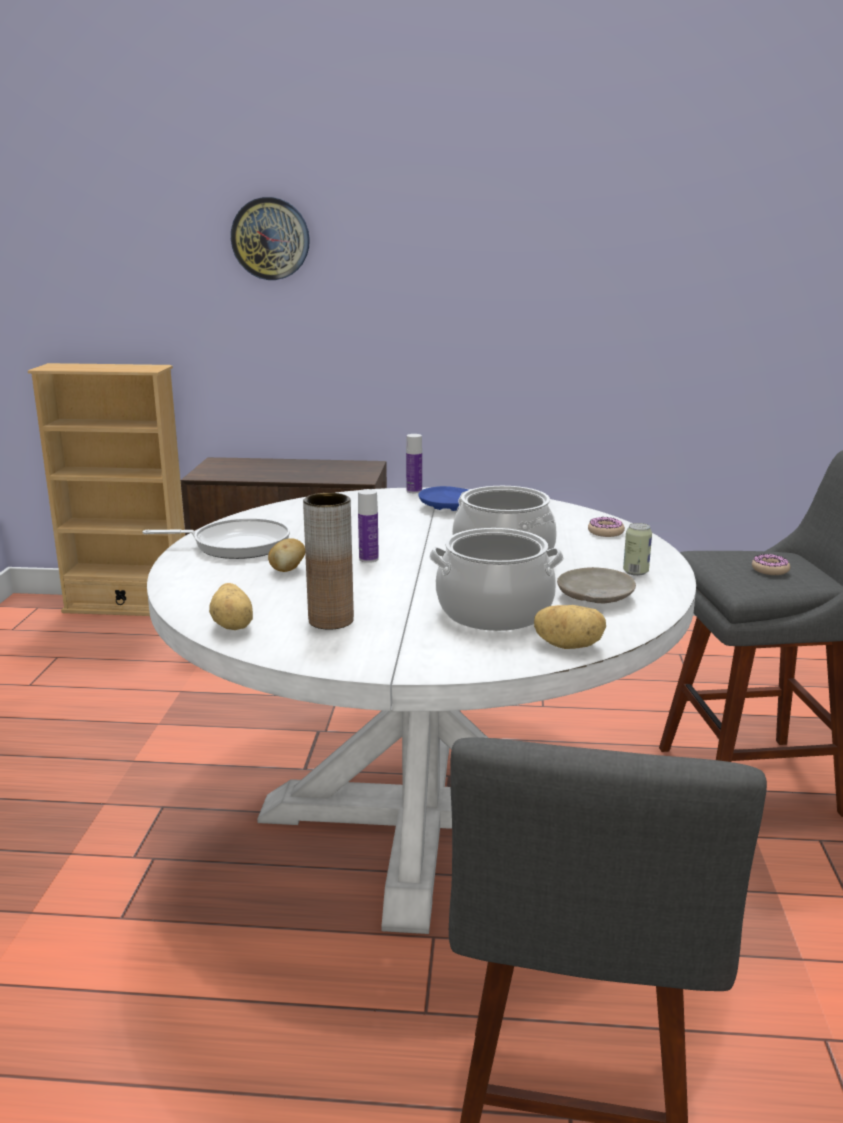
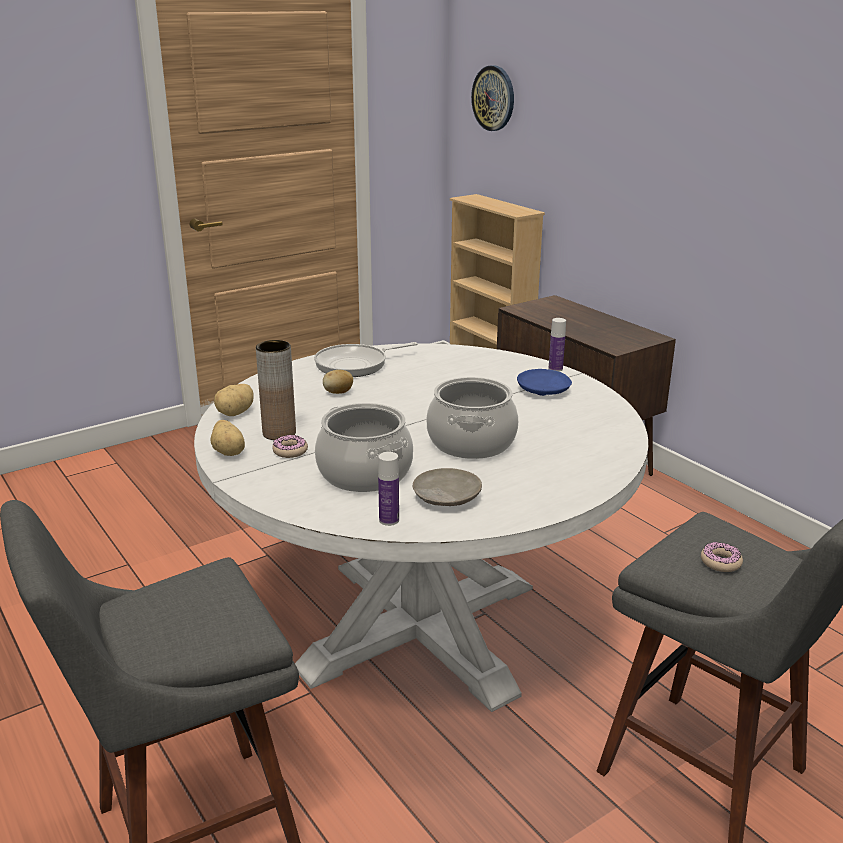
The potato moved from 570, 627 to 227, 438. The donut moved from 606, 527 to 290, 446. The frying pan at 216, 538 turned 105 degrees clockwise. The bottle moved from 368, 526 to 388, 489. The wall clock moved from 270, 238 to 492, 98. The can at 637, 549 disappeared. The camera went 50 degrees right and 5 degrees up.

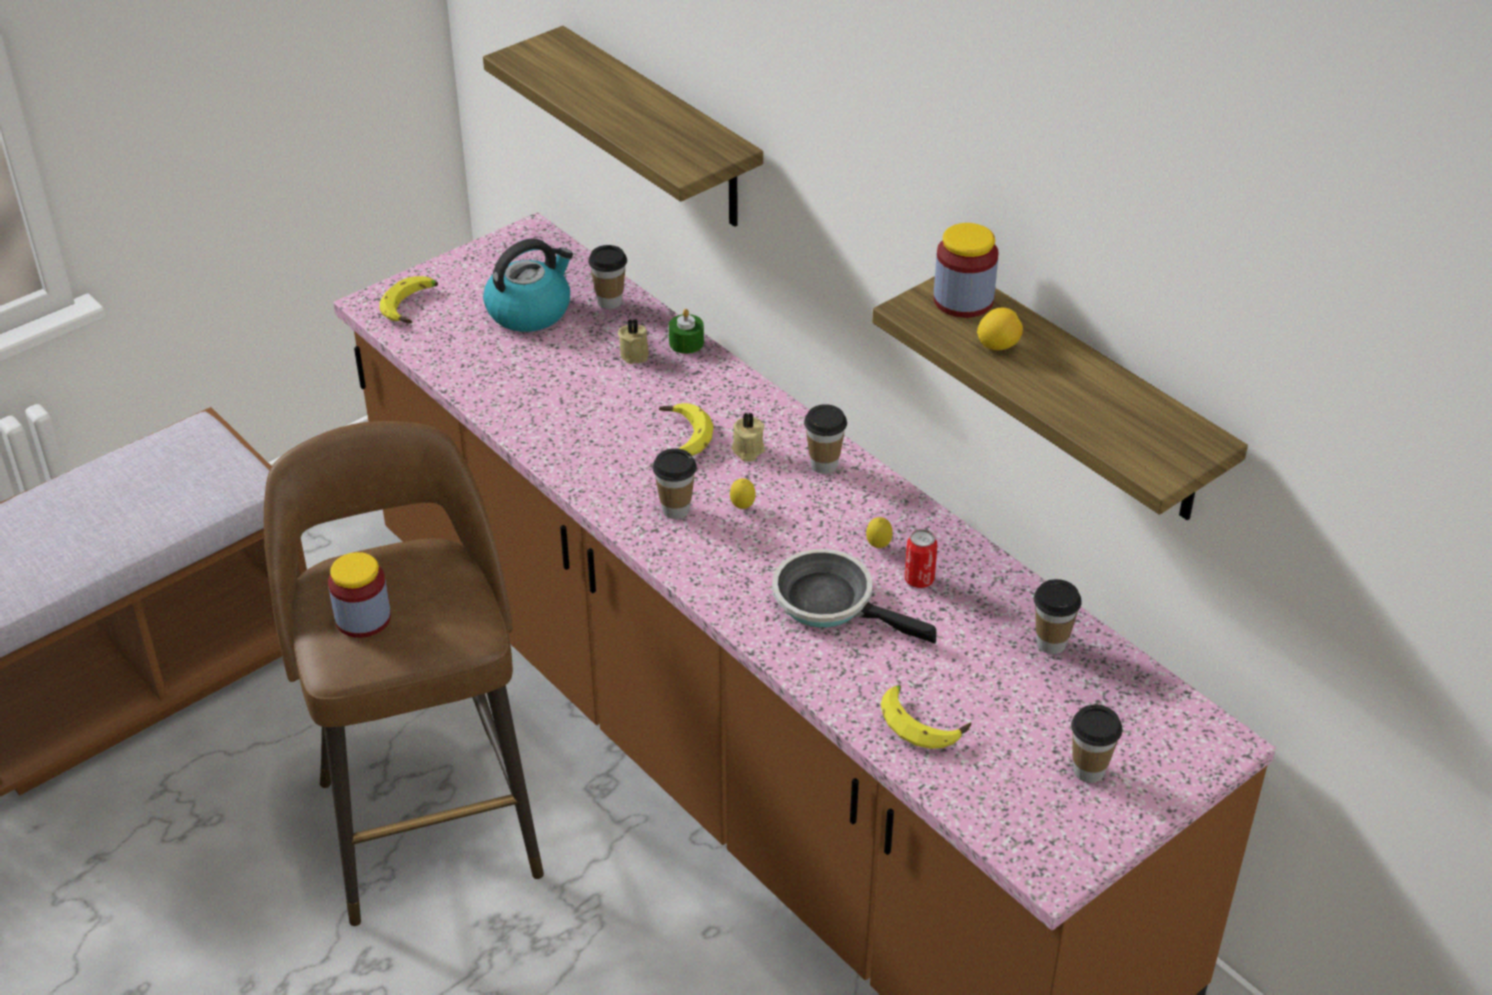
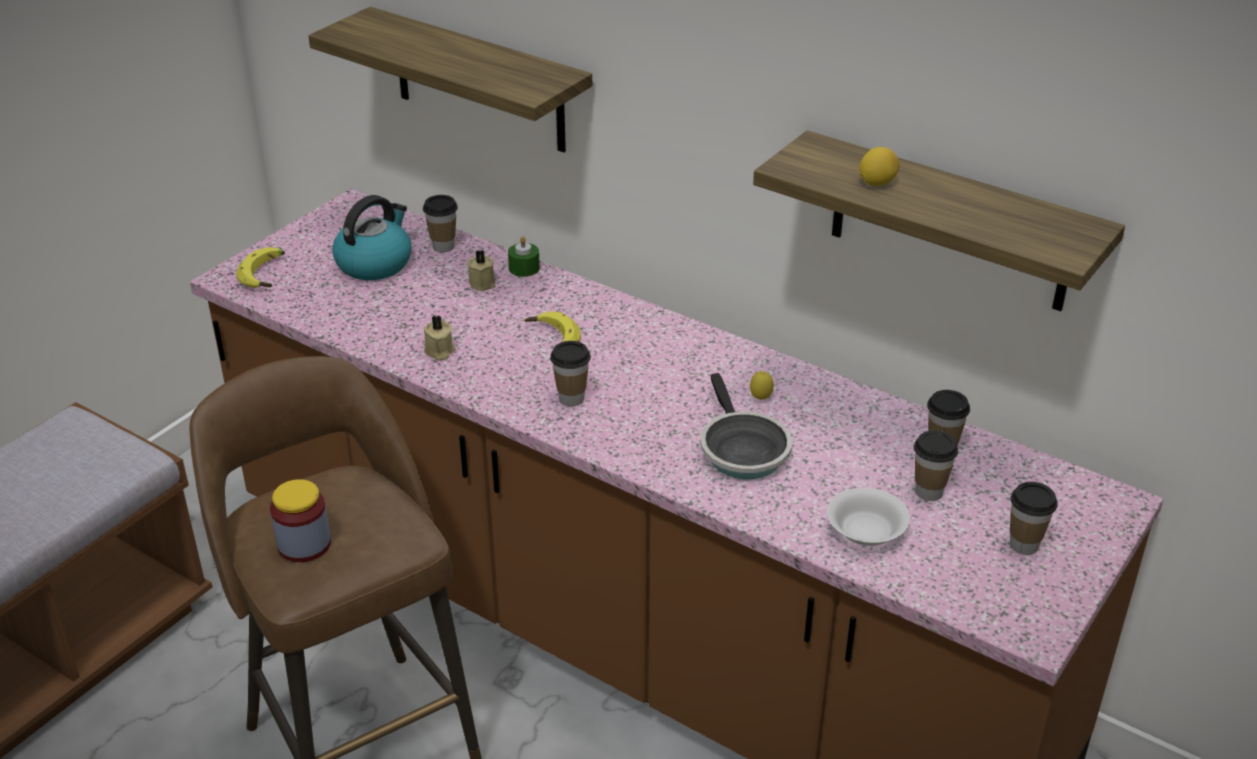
The beige candle moved from 748, 437 to 439, 338. The frying pan at 854, 596 turned 120 degrees counterclockwise. The banana at 926, 717 was replaced by the white bowl at 868, 517. The cup moved from 825, 439 to 936, 465. The lemon at 743, 493 disappeared. The can at 921, 558 disappeared. The jar at 966, 270 disappeared. The camera went 15 degrees left and 5 degrees down.

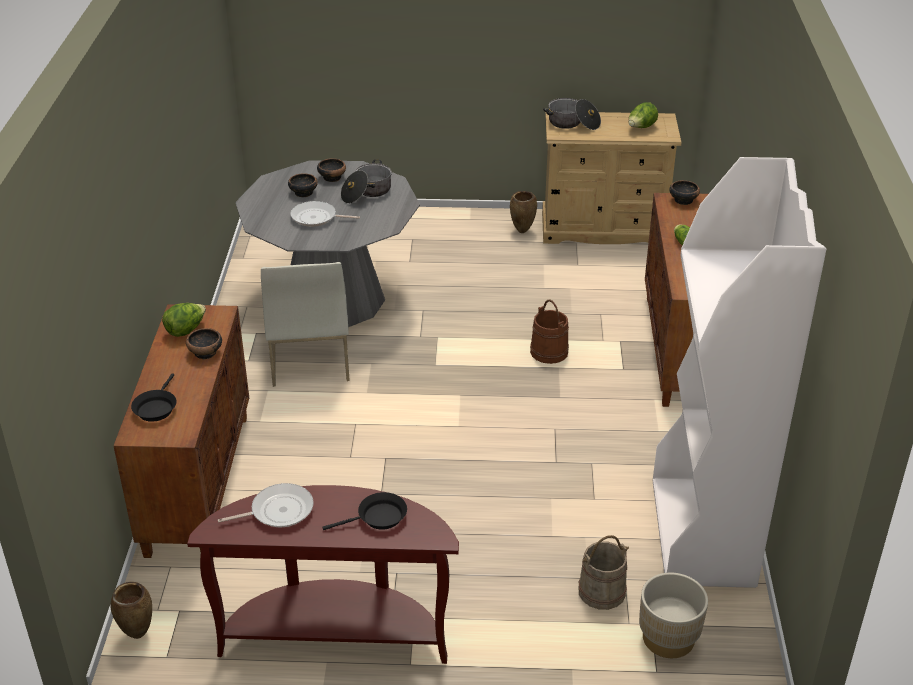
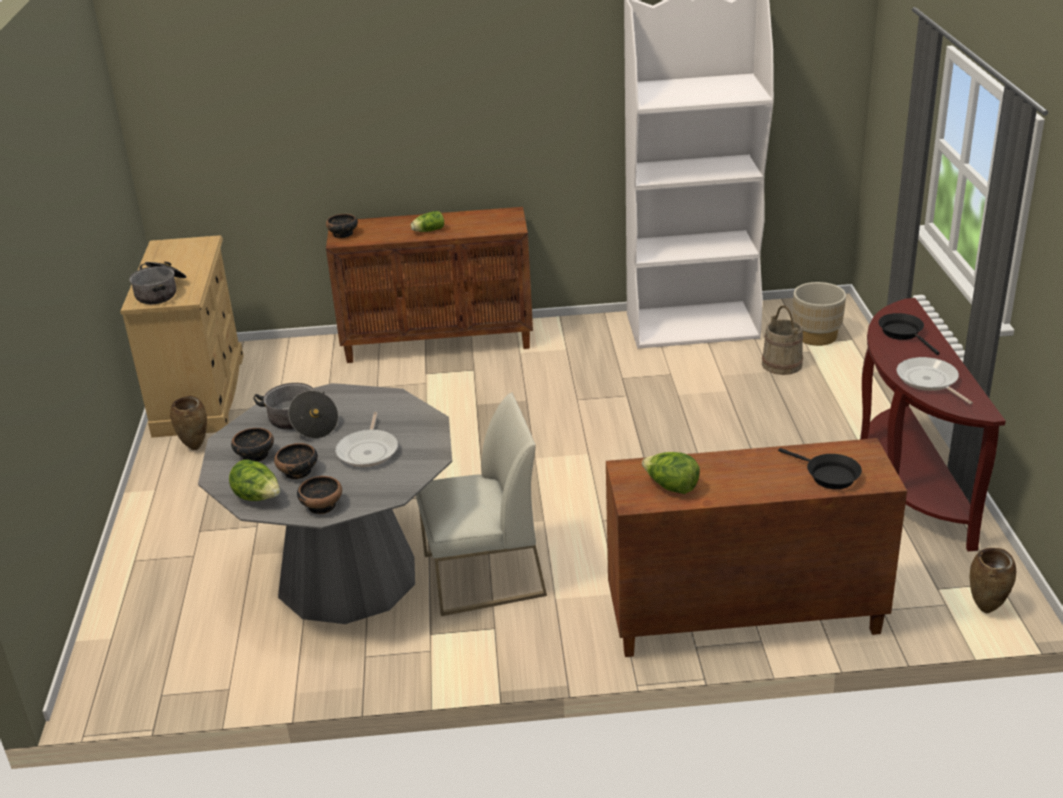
The lettuce moved from 643, 115 to 254, 480. The bowl moved from 204, 343 to 319, 495. The black frying pan at 153, 397 turned 45 degrees clockwise. The brown bucket at 549, 331 disappeared. The camera went 95 degrees left and 5 degrees down.

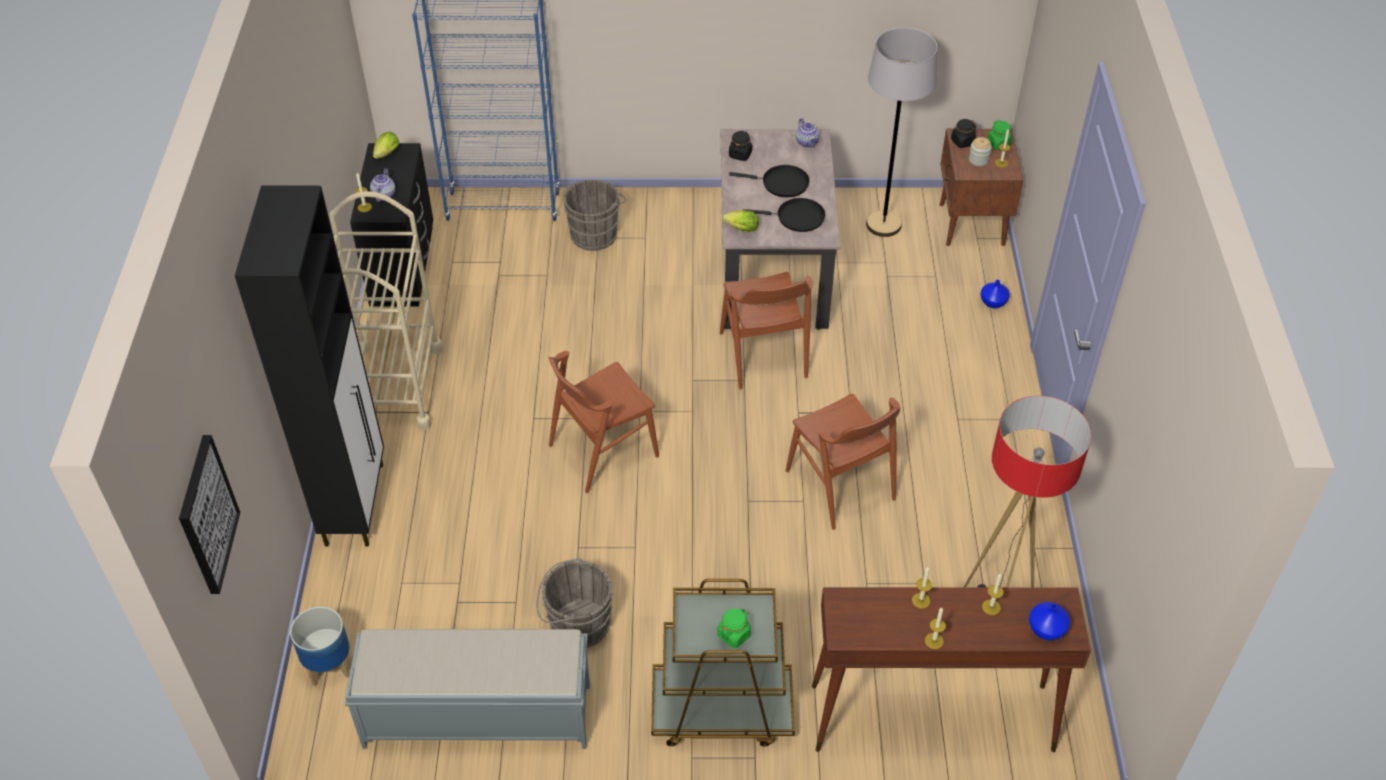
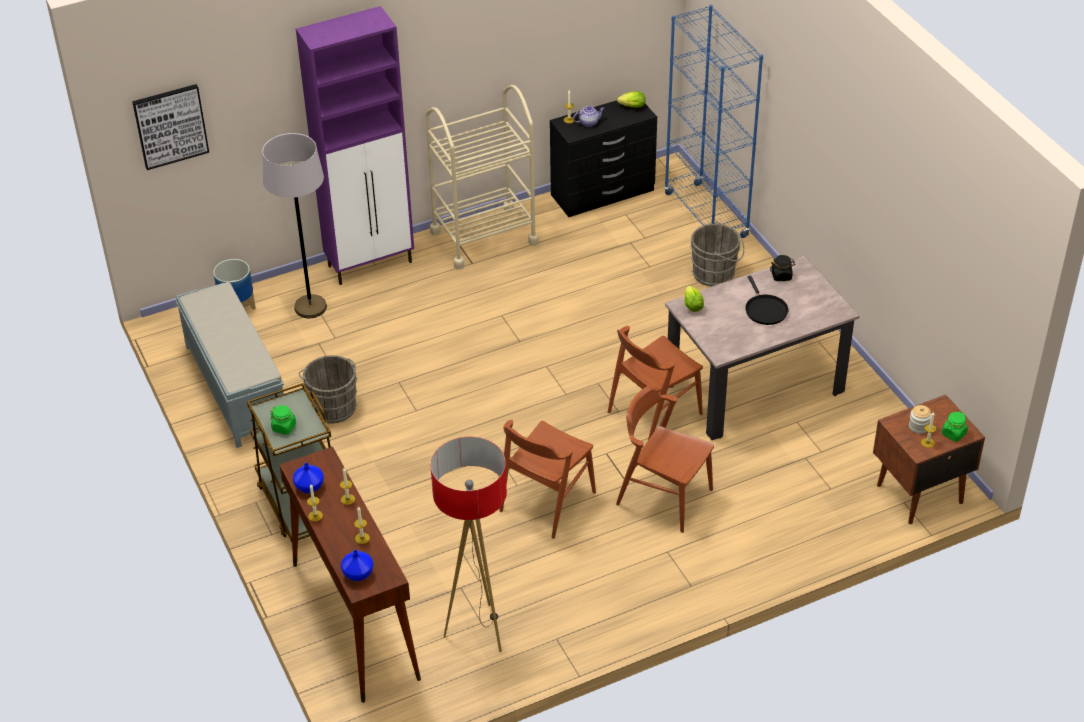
The grey floor lamp moved from 901, 132 to 294, 225. The blue vase moved from 995, 294 to 308, 478. The black cabinet at 309, 366 became the purple cabinet at 355, 145. The brown chair moved from 603, 422 to 665, 459. The black frying pan at 784, 215 disappeared. The teapot at 807, 133 disappeared. The black jar at 963, 133 disappeared. The camera went 65 degrees right and 5 degrees down.

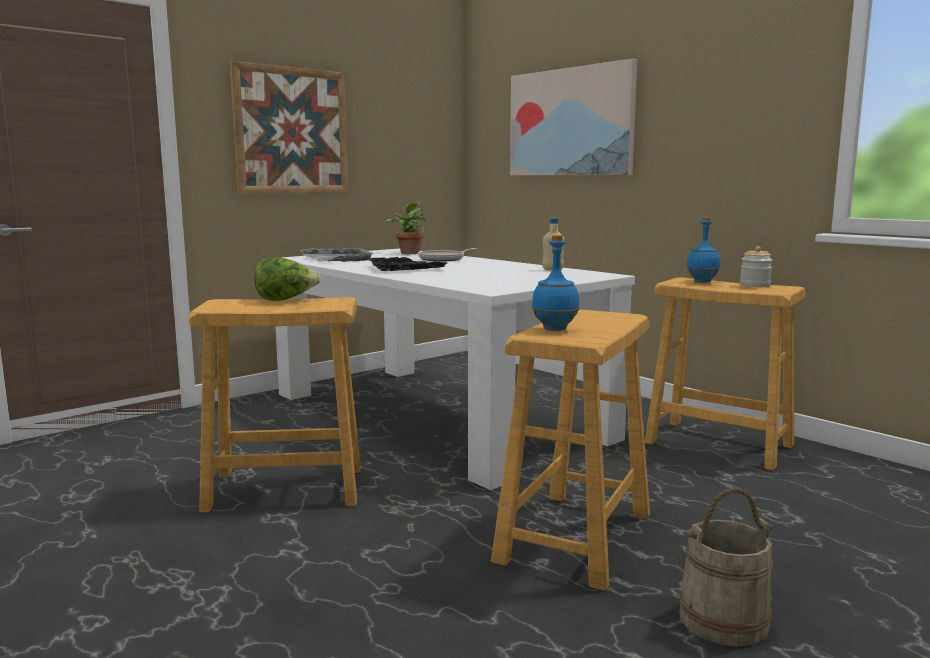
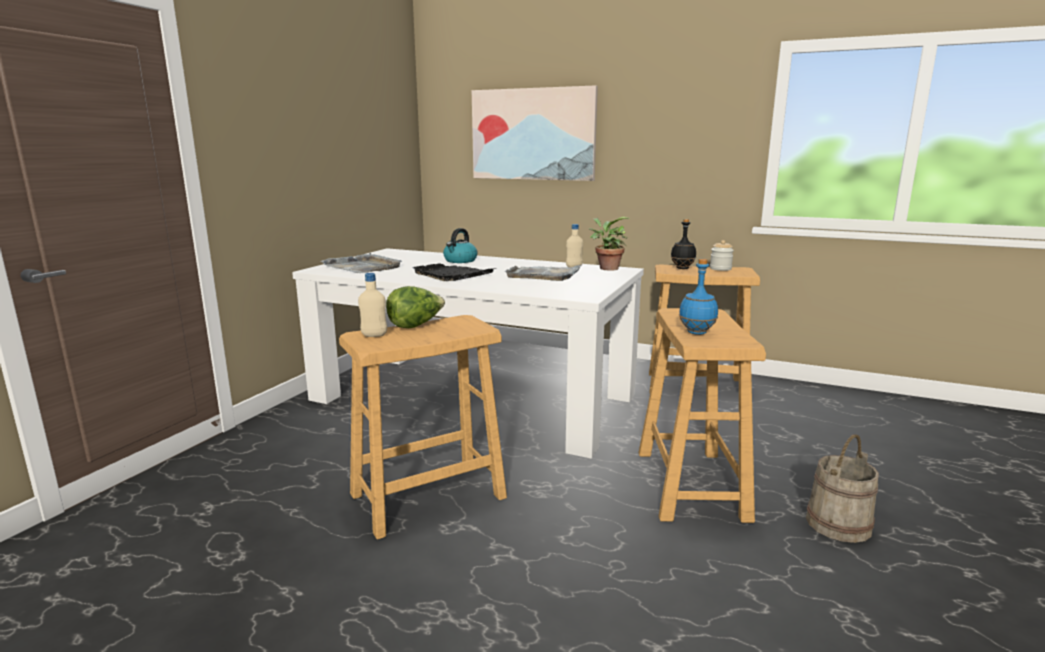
The beige bottle at 372, 305 appeared. The frying pan at 448, 254 was replaced by the kettle at 460, 245. The grey tray at 542, 273 appeared. The potted plant moved from 406, 228 to 609, 244. The blue bottle at 704, 250 became the black bottle at 683, 244. The picture at 288, 127 disappeared. The camera went 25 degrees left and 5 degrees up.

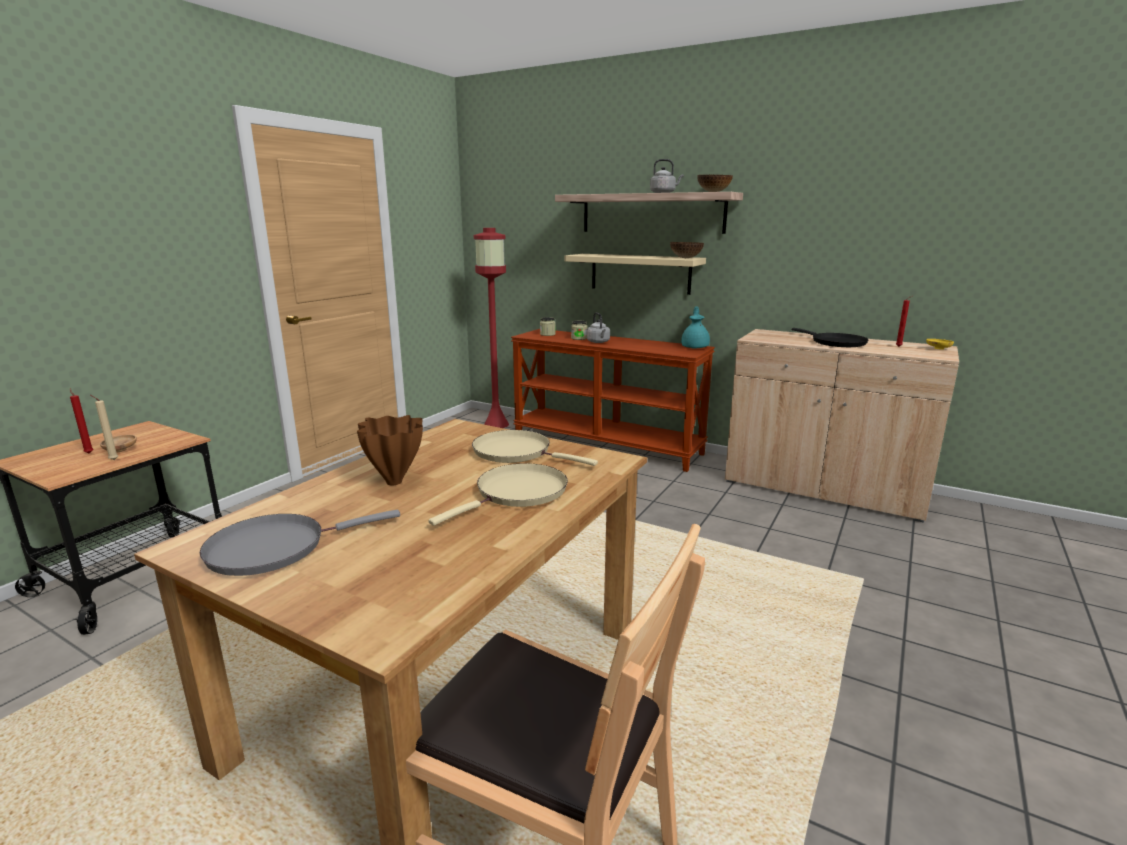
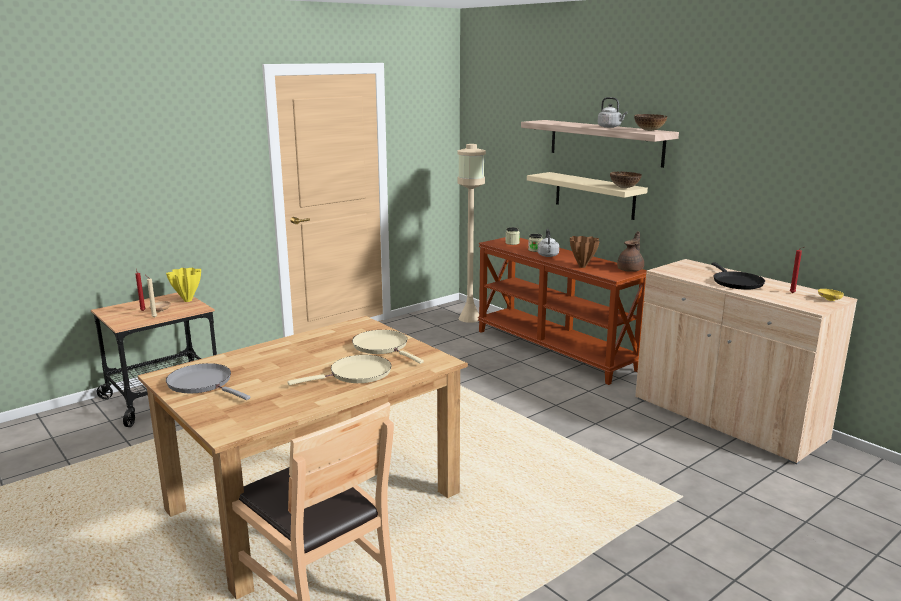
The yellow vase at 183, 285 appeared. The grey frying pan at 300, 543 turned 45 degrees clockwise. The red floor lamp at 491, 328 became the beige floor lamp at 471, 233. The brown vase moved from 390, 450 to 585, 252. The turquoise teapot at 695, 327 became the brown teapot at 630, 251. The camera went 20 degrees right and 0 degrees up.

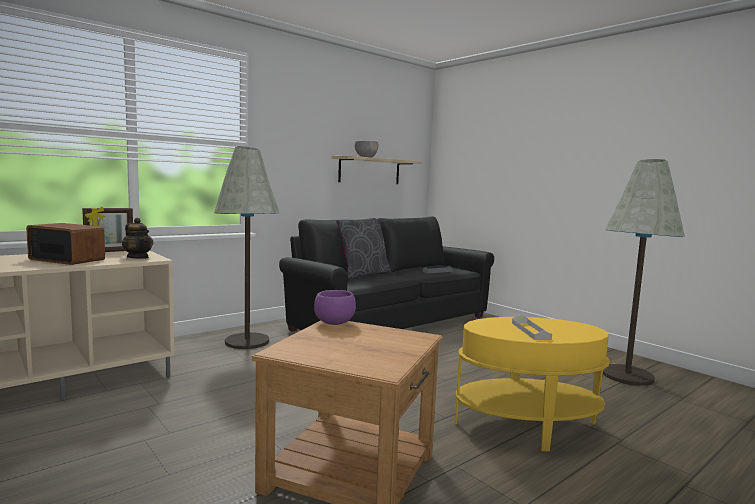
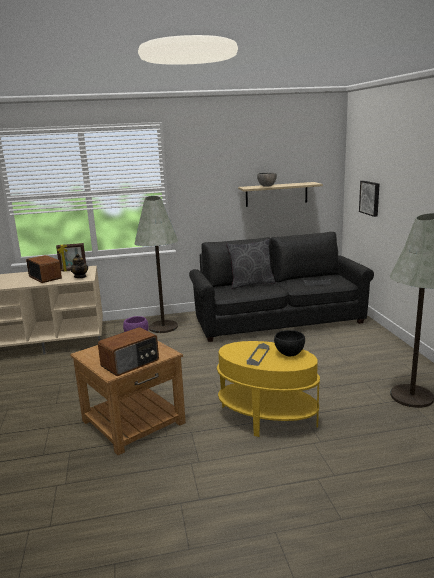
The radio at 128, 351 appeared. The black bowl at 289, 343 appeared. The picture at 369, 199 appeared. The camera went 30 degrees right and 10 degrees up.

